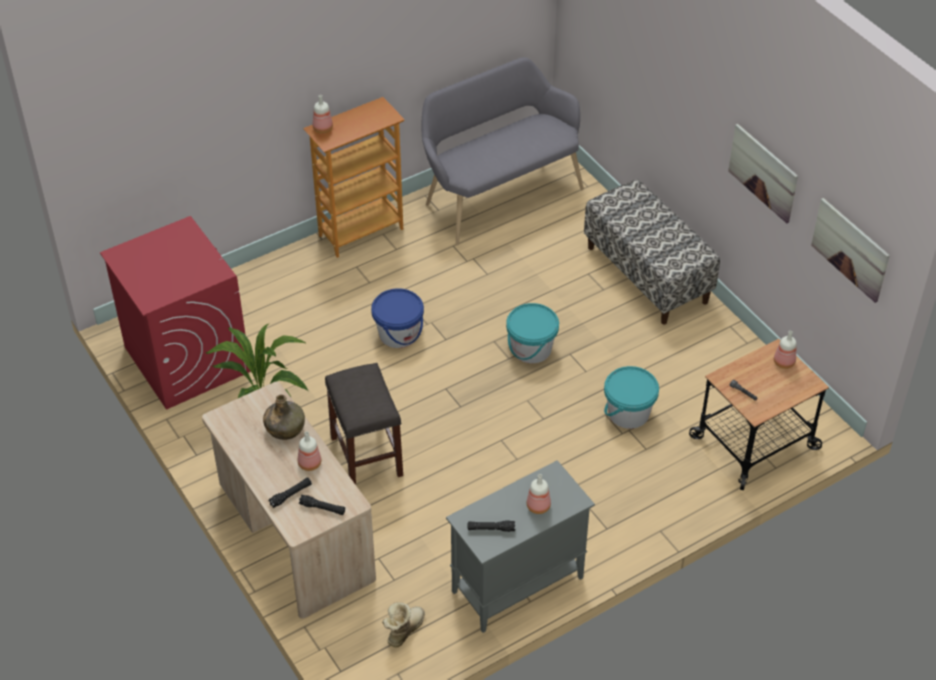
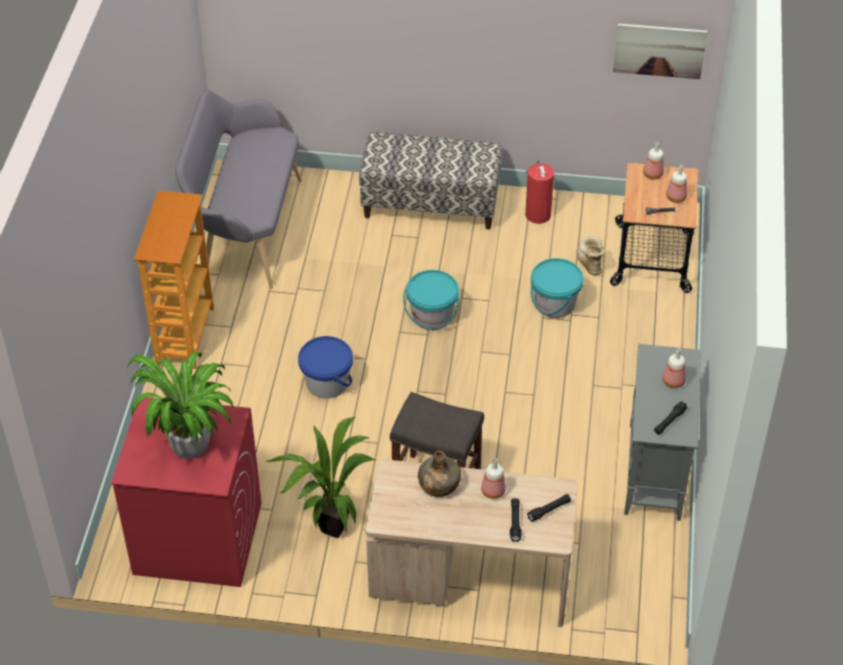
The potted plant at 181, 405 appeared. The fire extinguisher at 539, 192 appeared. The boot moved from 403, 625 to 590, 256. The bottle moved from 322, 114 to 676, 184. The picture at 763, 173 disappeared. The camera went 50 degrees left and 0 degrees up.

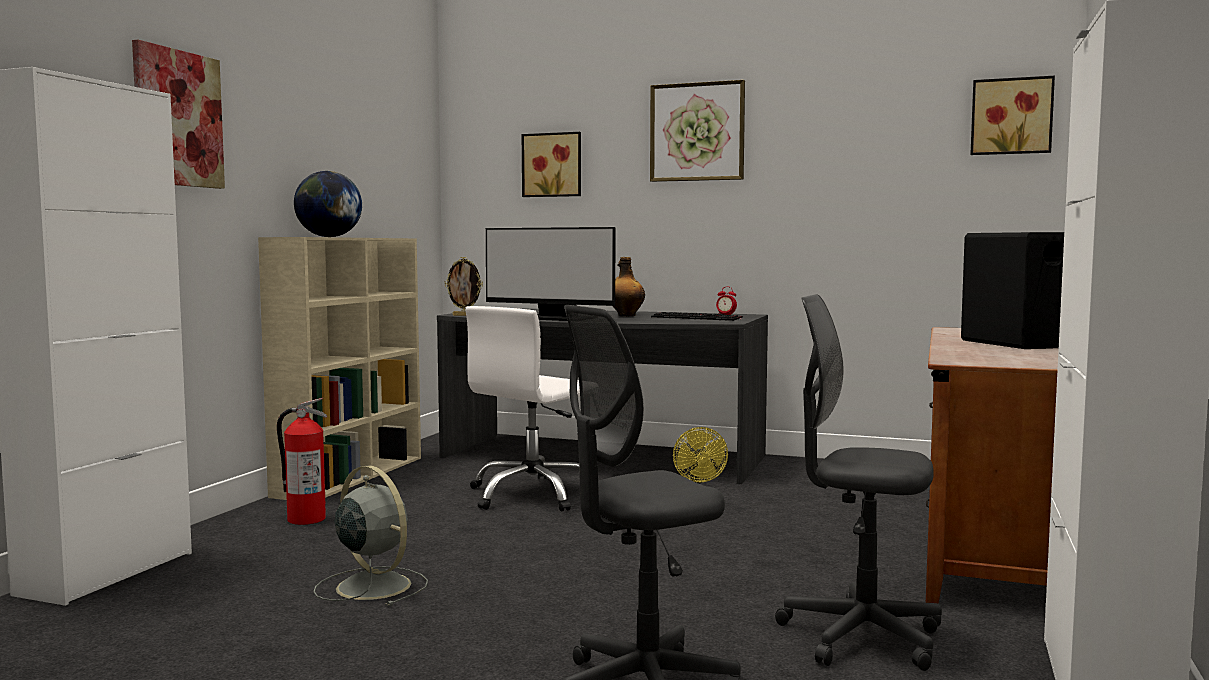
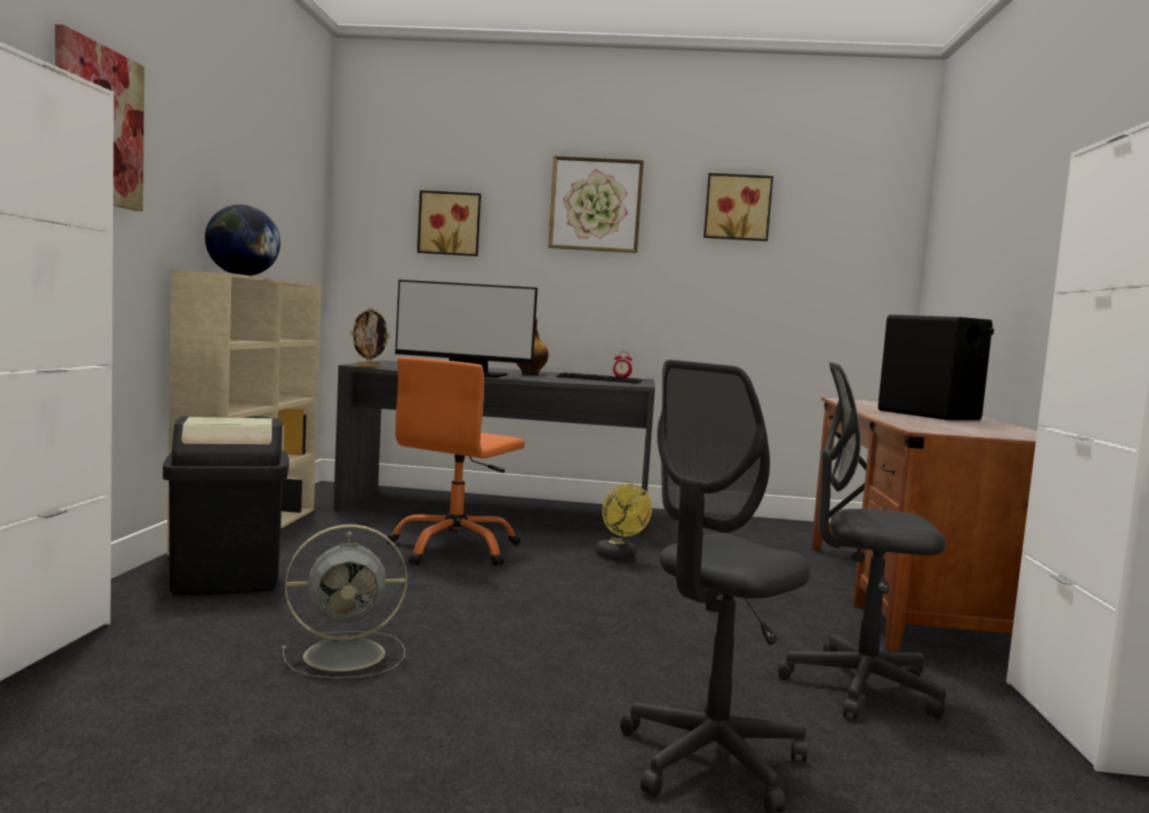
The fire extinguisher at 302, 461 was replaced by the black trash can at 226, 506. The grey fan at 370, 535 turned 135 degrees clockwise. The white office chair at 522, 408 became the orange office chair at 456, 461. The picture moved from 1012, 115 to 738, 207. The camera went 15 degrees left and 0 degrees up.

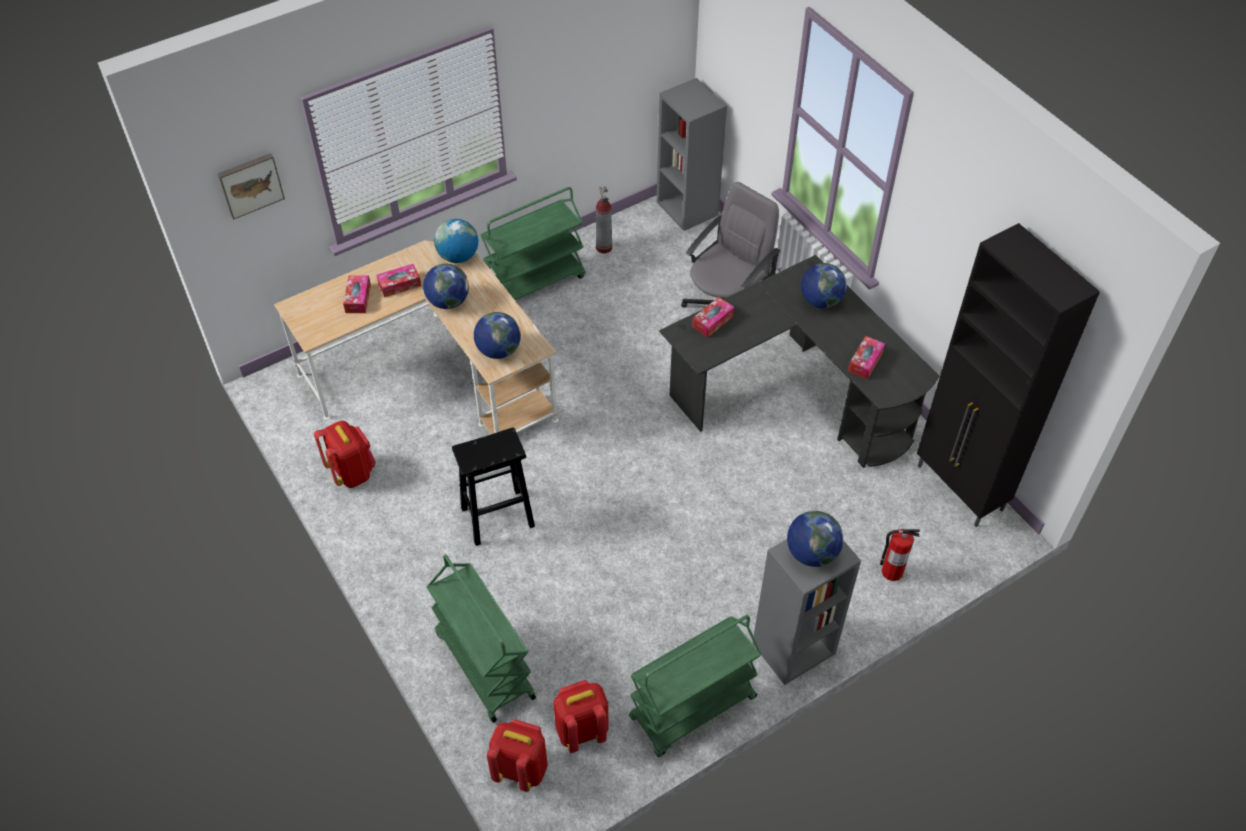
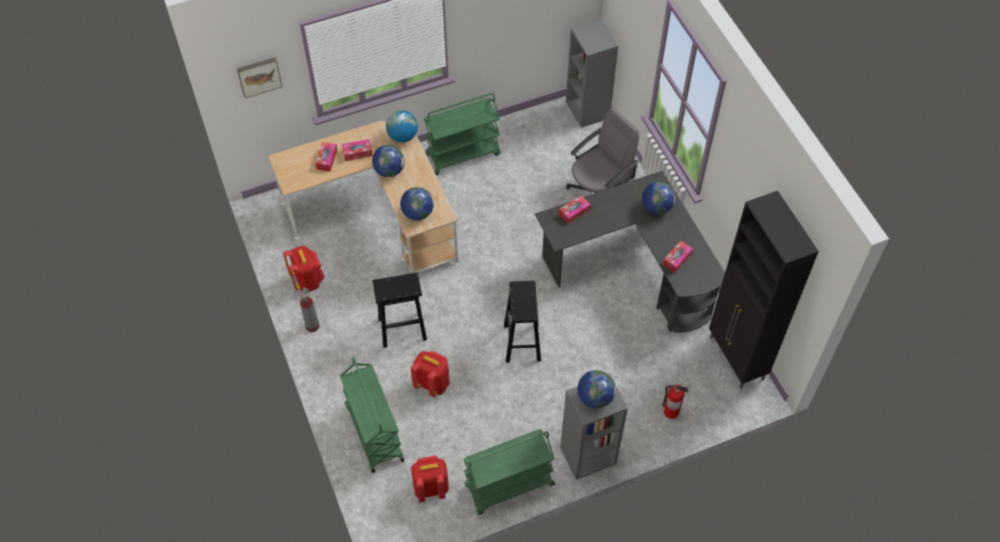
The fire extinguisher moved from 604, 219 to 310, 309. The red backpack moved from 517, 755 to 430, 374. The black stool at 522, 322 appeared. The camera went 10 degrees right and 5 degrees up.

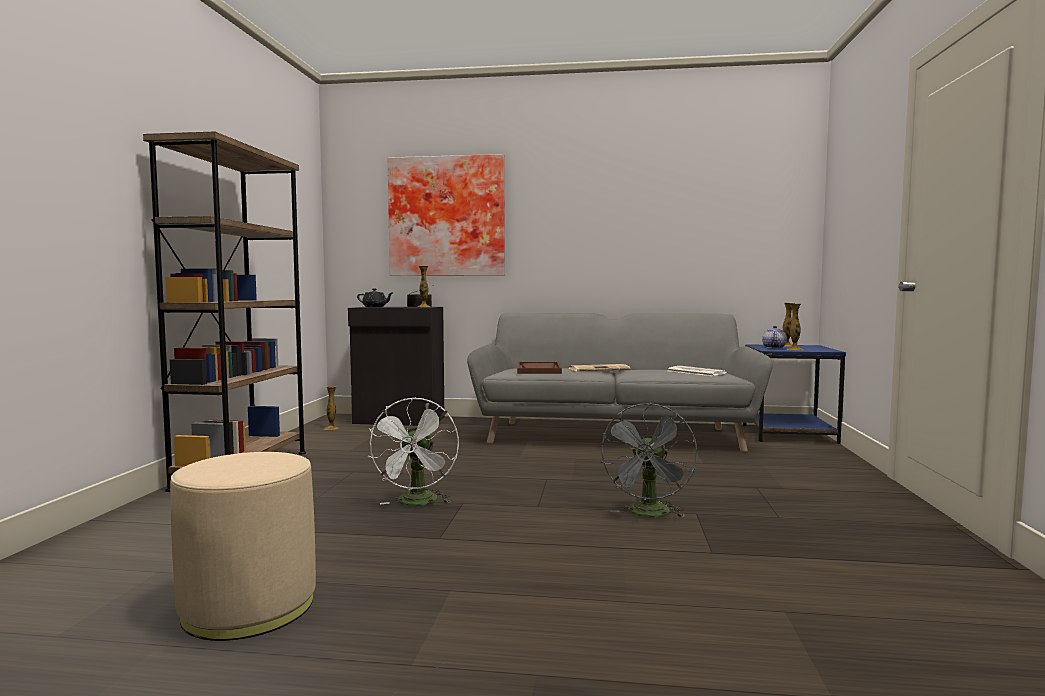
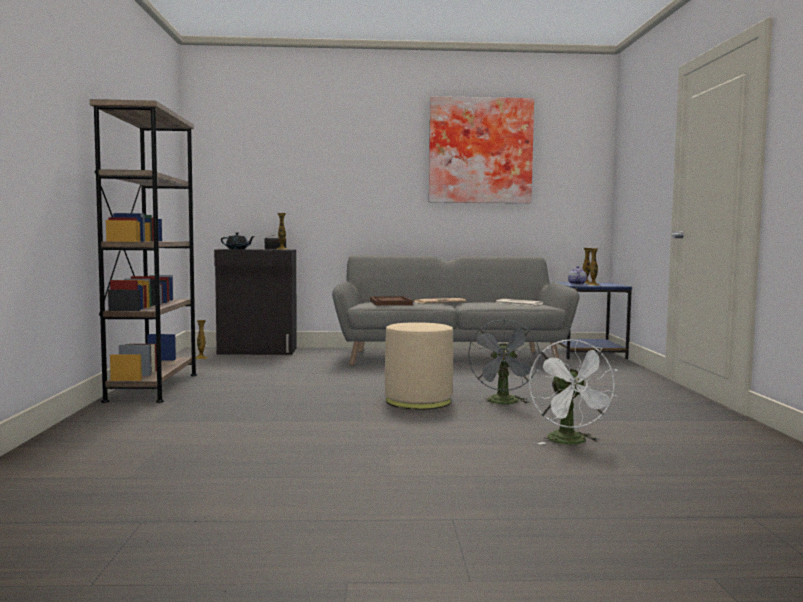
The beige ottoman moved from 243, 546 to 419, 366. The picture moved from 446, 215 to 481, 149. The white fan moved from 413, 451 to 573, 391. The camera went 10 degrees left and 0 degrees up.

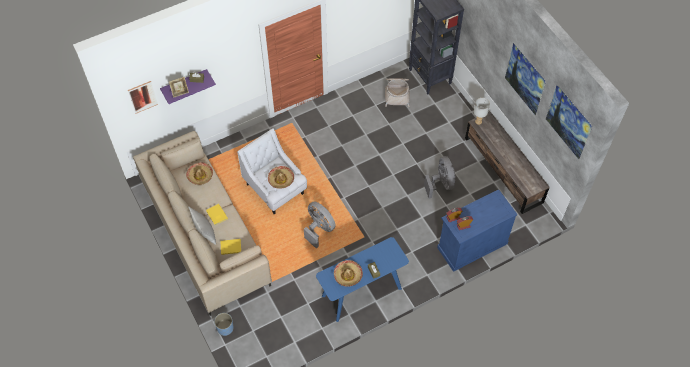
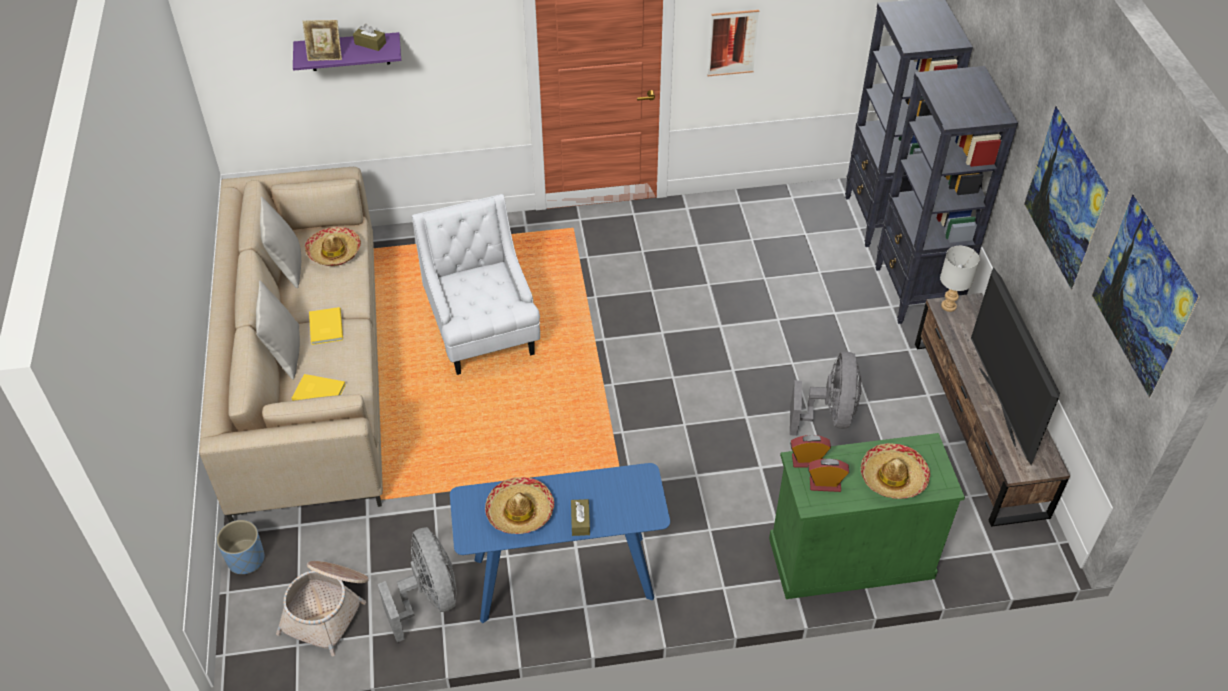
The grey pillow at 280, 242 appeared. The basket moved from 397, 92 to 322, 608. The grey fan moved from 320, 225 to 417, 584. The picture moved from 143, 97 to 733, 43. The blue cabinet at 477, 230 became the green cabinet at 867, 516. The hat moved from 281, 177 to 895, 471. The black bookcase at 946, 195 appeared. The television at 1015, 366 appeared. The camera went 20 degrees right and 10 degrees down.

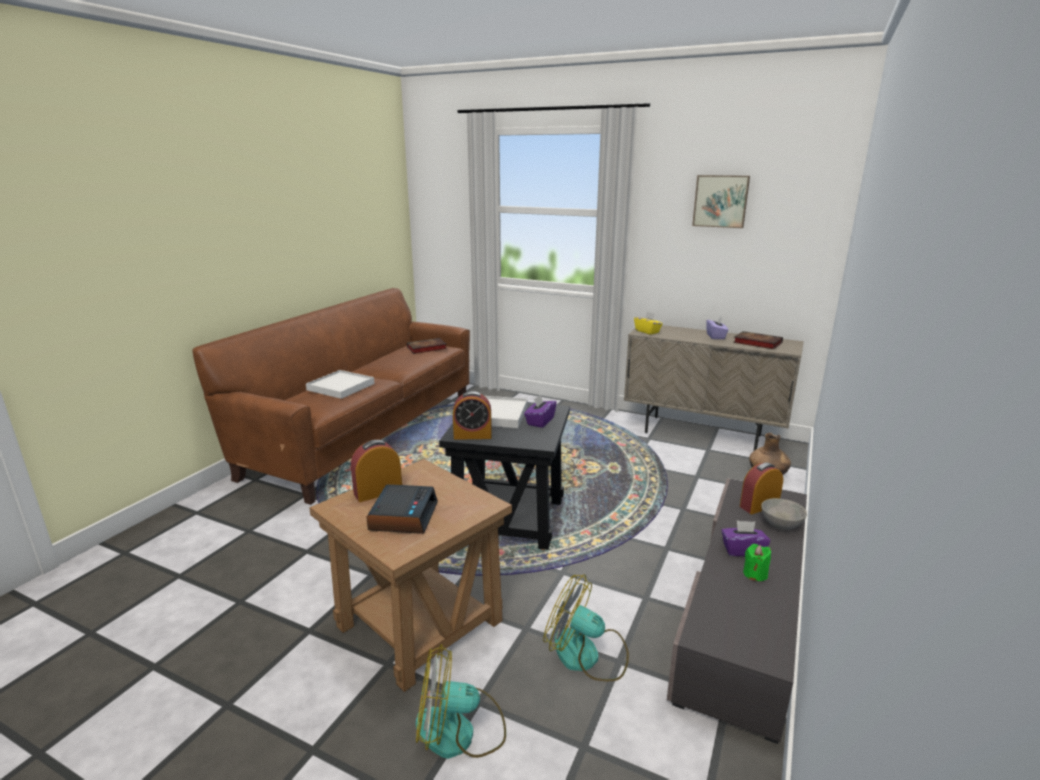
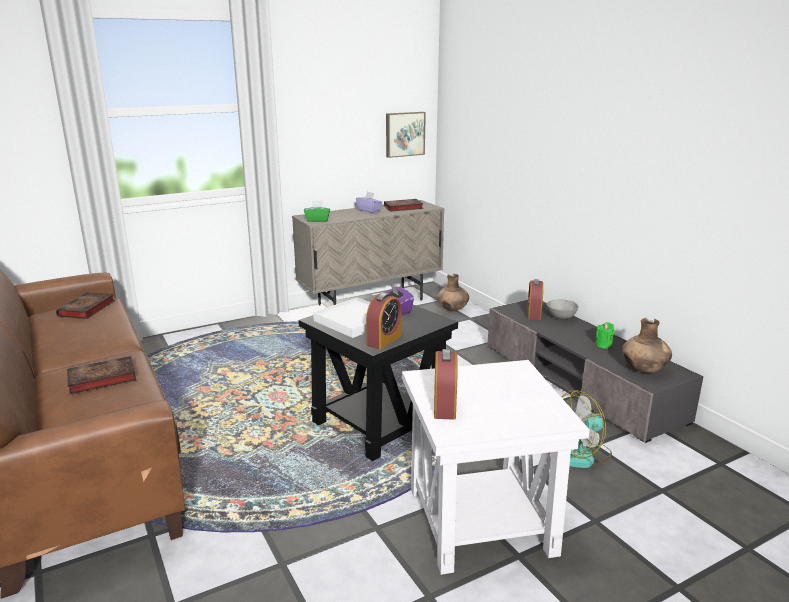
The white tray at 340, 384 was replaced by the book at 101, 375. The yellow tissue box at 648, 323 became the green tissue box at 317, 211. The picture moved from 721, 201 to 406, 135. The brown side table at 410, 575 became the white side table at 496, 467. The brown vase at 647, 345 appeared. The alarm clock at 402, 509 disappeared. The fan at 461, 701 disappeared. The purple tissue box at 745, 538 disappeared. The camera went 55 degrees left and 0 degrees up.

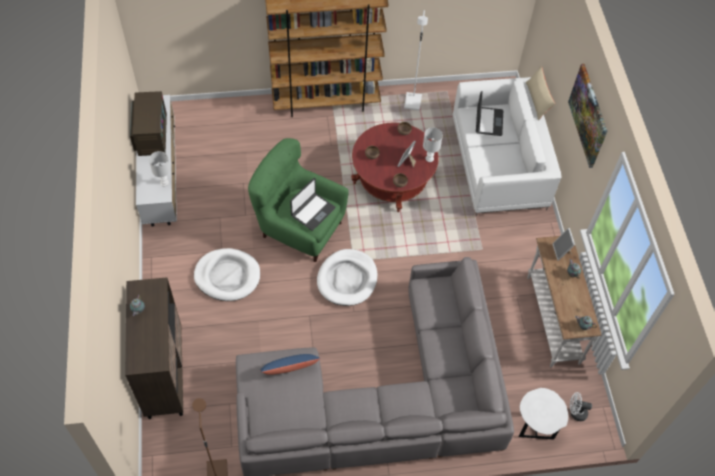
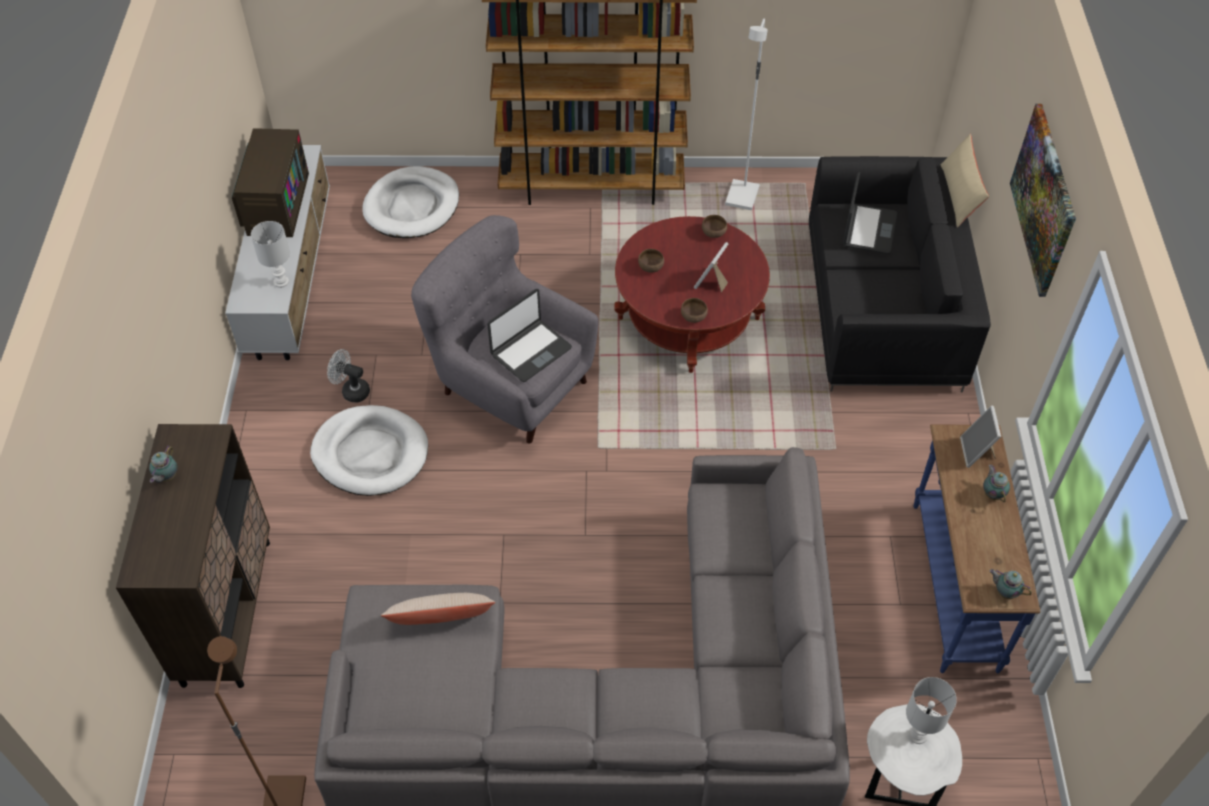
The white fan moved from 581, 406 to 348, 375. The white dog bed moved from 347, 277 to 410, 202. The blue pillow at 290, 364 became the beige pillow at 438, 609. The green armchair at 298, 200 became the grey armchair at 505, 329. The white sofa at 507, 146 became the black sofa at 900, 274. The white table lamp moved from 433, 144 to 931, 710. The white console table at 564, 302 became the blue console table at 976, 549. The camera went 10 degrees right and 5 degrees down.

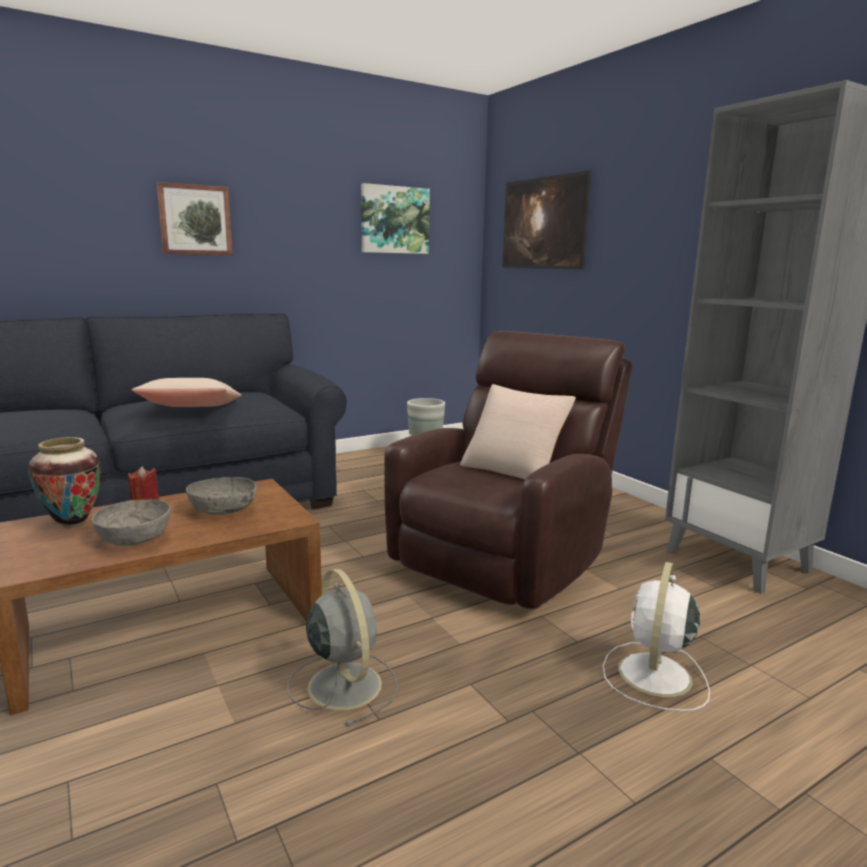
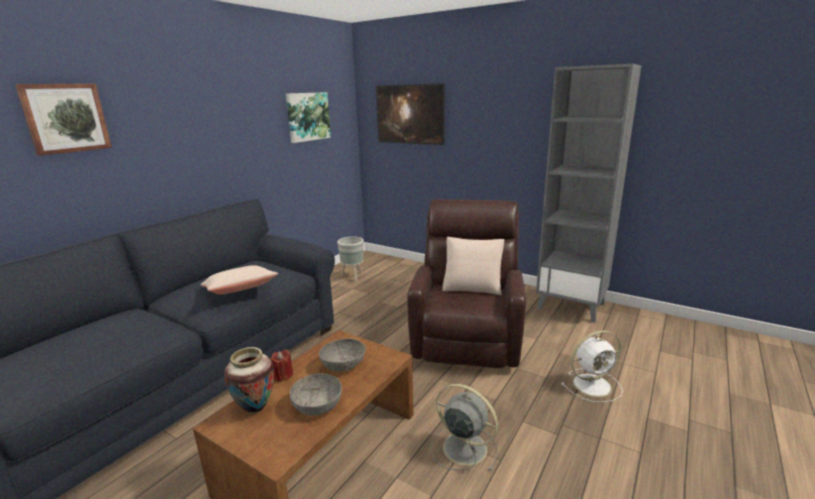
The picture moved from 194, 218 to 63, 120. The white fan at 656, 636 turned 105 degrees counterclockwise. The camera went 25 degrees left and 5 degrees up.

